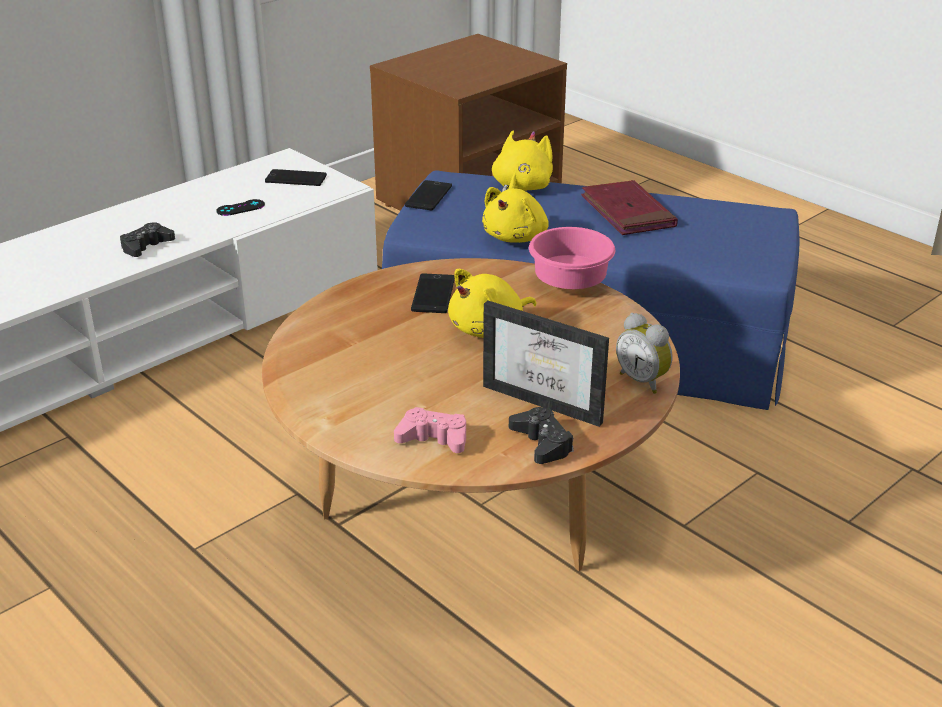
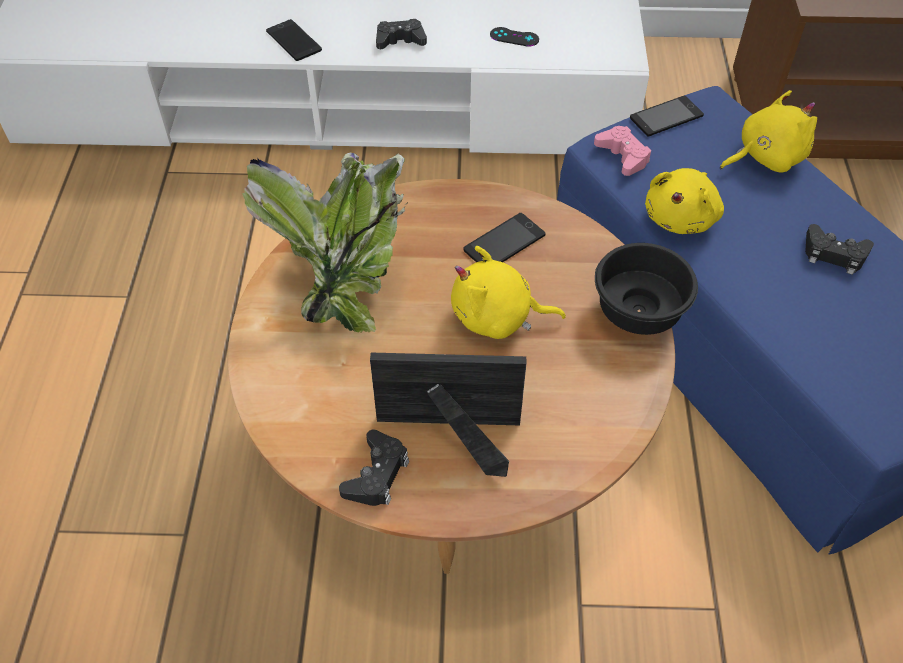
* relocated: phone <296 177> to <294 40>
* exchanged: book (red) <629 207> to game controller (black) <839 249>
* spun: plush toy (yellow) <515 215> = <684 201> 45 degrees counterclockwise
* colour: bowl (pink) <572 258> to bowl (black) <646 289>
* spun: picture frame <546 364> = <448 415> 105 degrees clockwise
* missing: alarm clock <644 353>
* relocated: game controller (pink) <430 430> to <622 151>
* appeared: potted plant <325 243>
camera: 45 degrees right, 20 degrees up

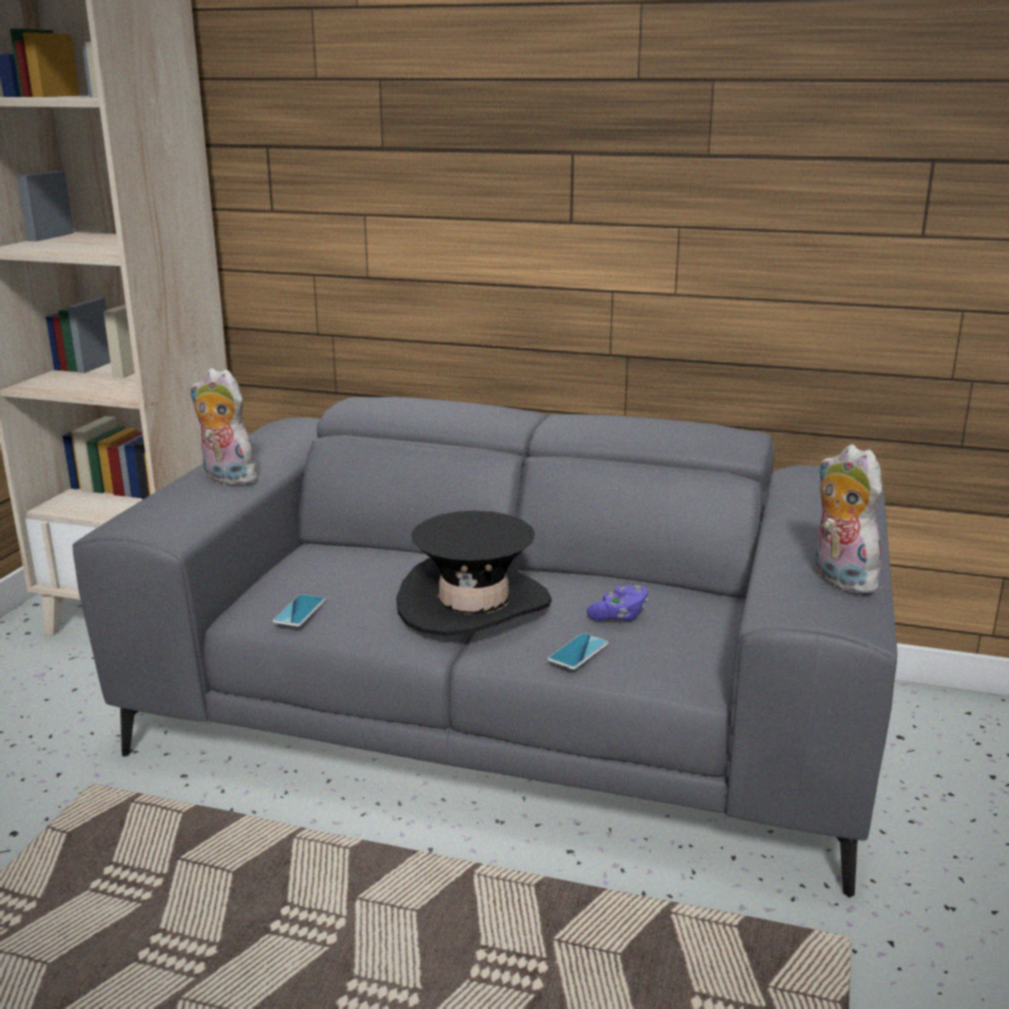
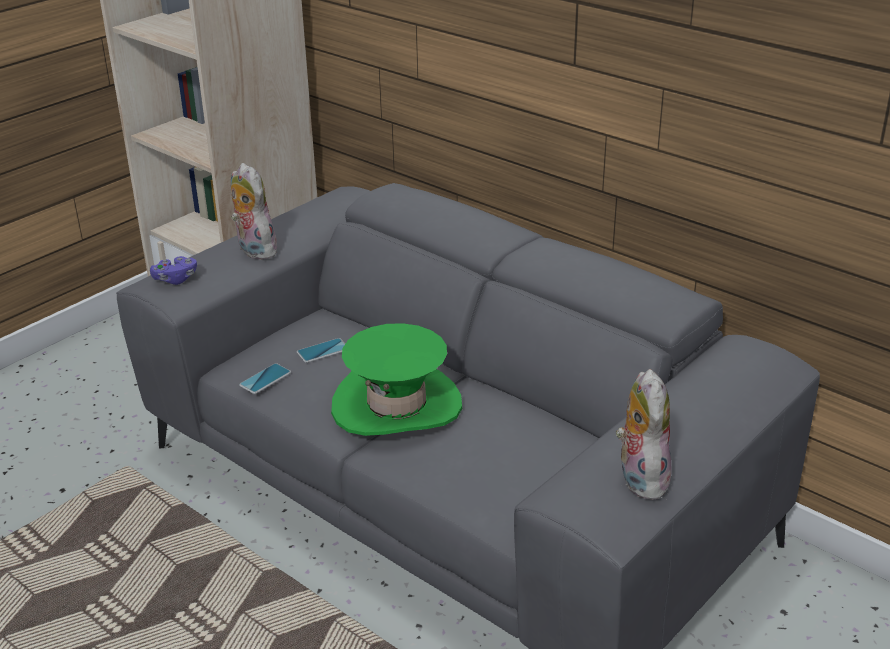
* colour: hat (black) <474 573> to hat (green) <396 379>
* relocated: game controller (purple) <617 603> to <173 270>
* relocated: phone <577 651> to <321 350>
camera: 25 degrees right, 10 degrees up

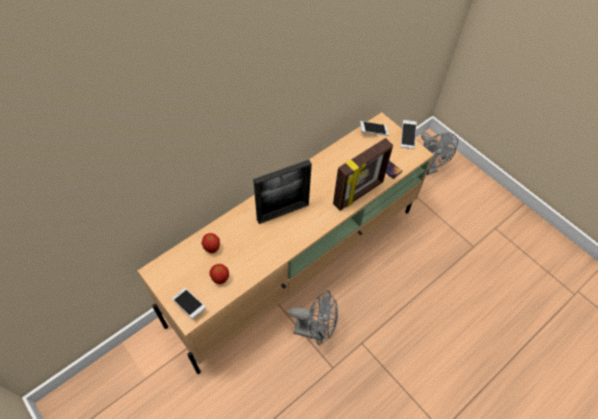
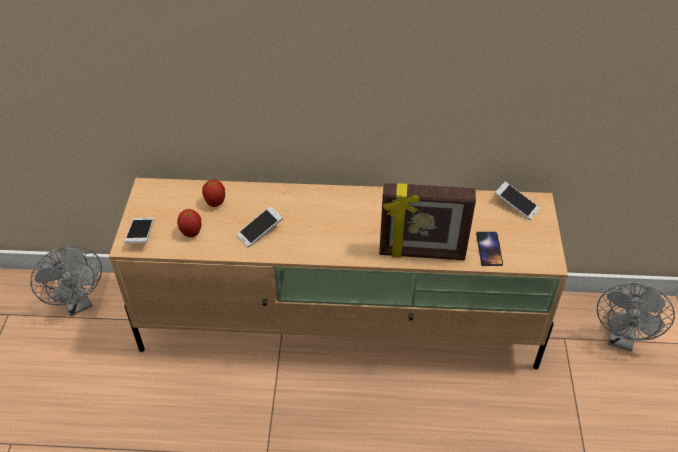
* relocated: phone <409 134> to <259 226>
* missing: picture frame <282 192>
* relocated: fan (grey) <313 317> to <66 280>
camera: 45 degrees right, 10 degrees down

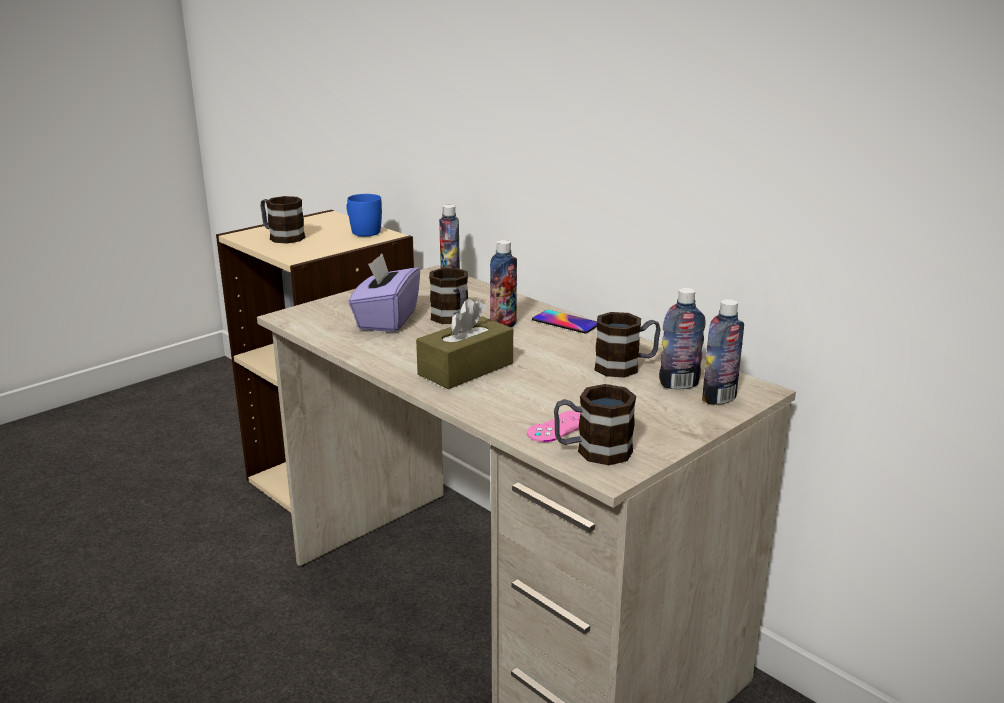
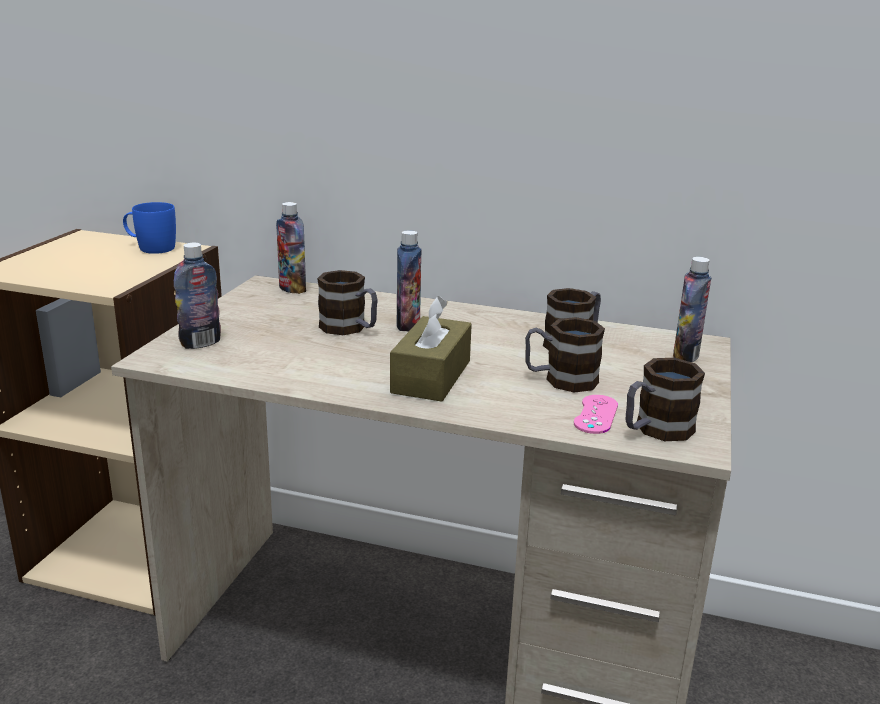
* relocated: mug <282 220> to <565 355>
* missing: tissue box (purple) <384 293>
* relocated: bottle <682 338> to <197 296>
* missing: phone <564 321>
camera: 30 degrees left, 0 degrees up

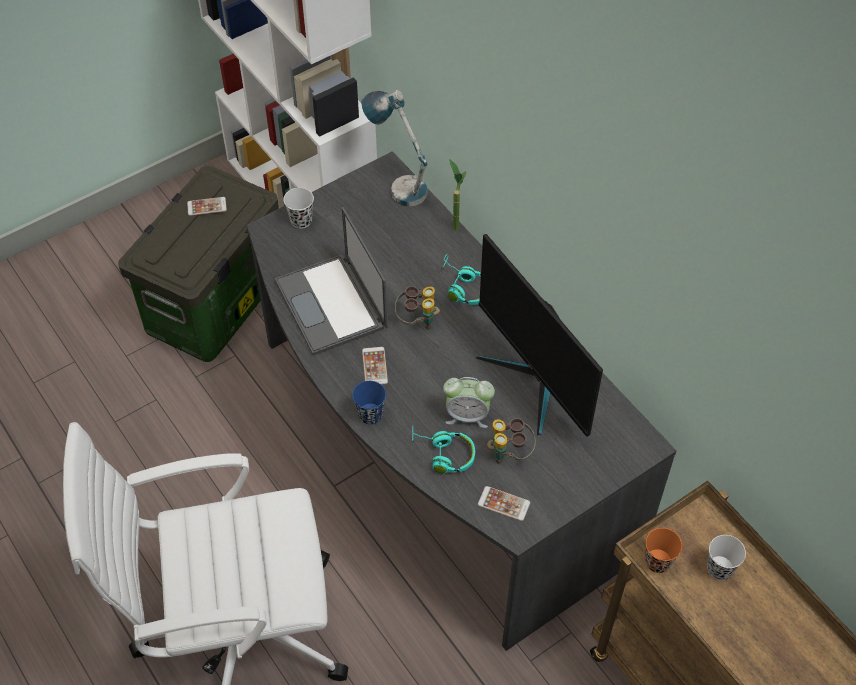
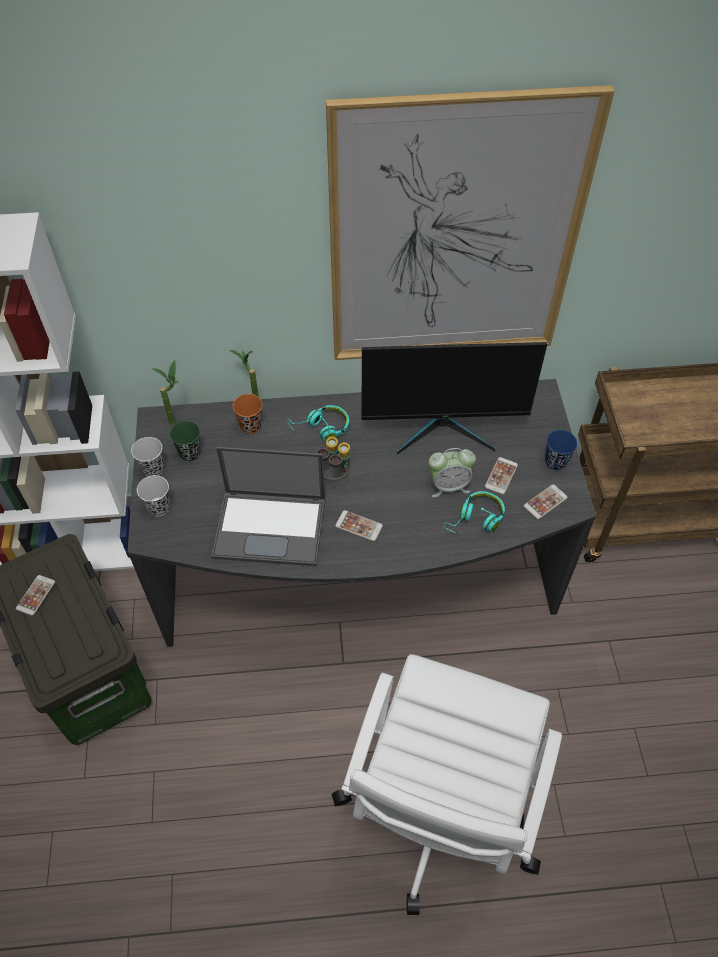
* exchanged: table lamp <394 148> to potted plant <165 392>
* spun: alarm clock <469 402> = <452 472> 45 degrees clockwise
* relocated: cup (blue) <369 402> to <561 450>
* exchanged: binoculars <511 441> to phone <501 476>
* relocated: cup (orange) <663 550> to <247 414>
* relocated: cup (white) <726 557> to <147 457>
* appeared: picture <470 222>
* appeared: cup (green) <185 441>
camera: 60 degrees left, 0 degrees up

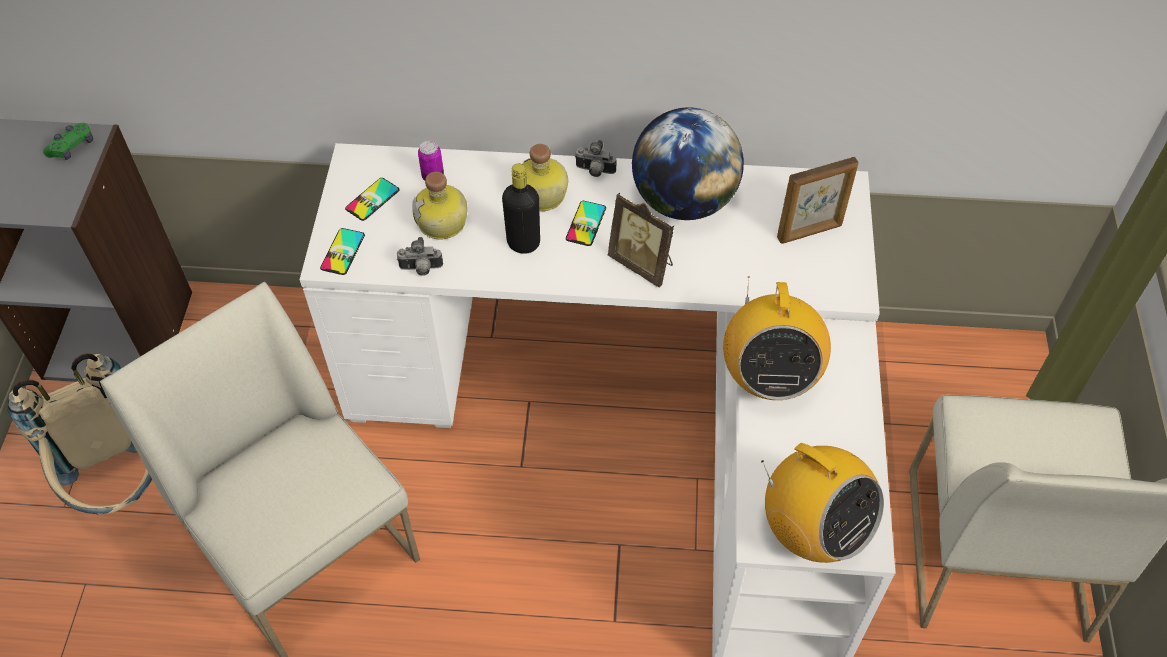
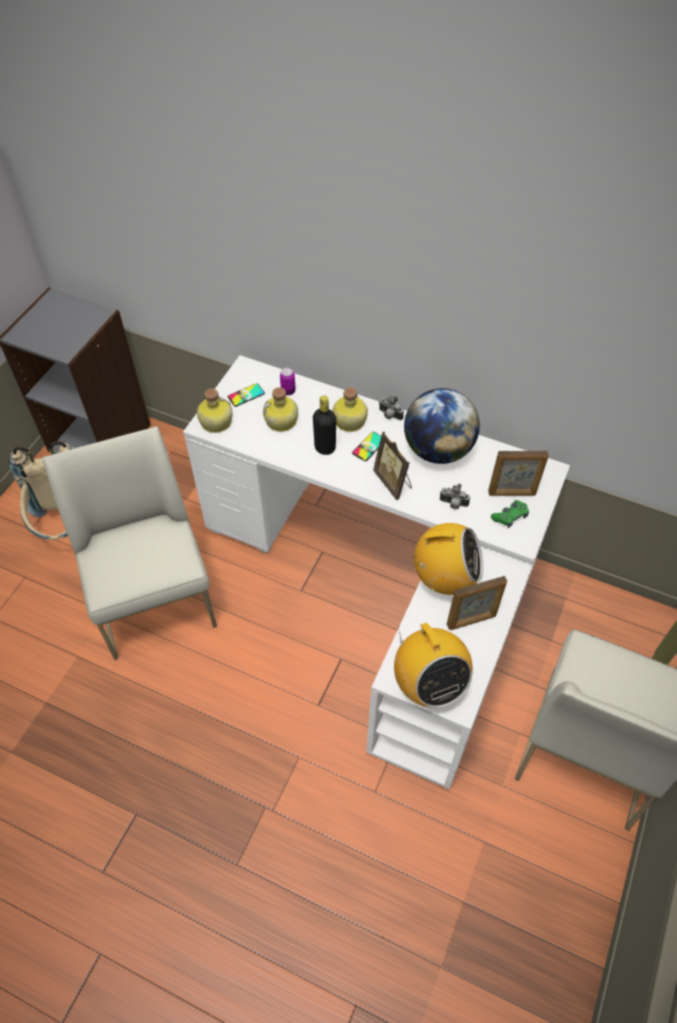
* relocated: game controller (green) <68 141> to <510 514>
* exchanged: phone <342 251> to bottle <215 410>
* relocated: photo camera <420 256> to <455 496>
* spun: radio <777 338> = <448 559> 105 degrees counterclockwise
* appeared: picture frame <477 603>
camera: 20 degrees right, 0 degrees up

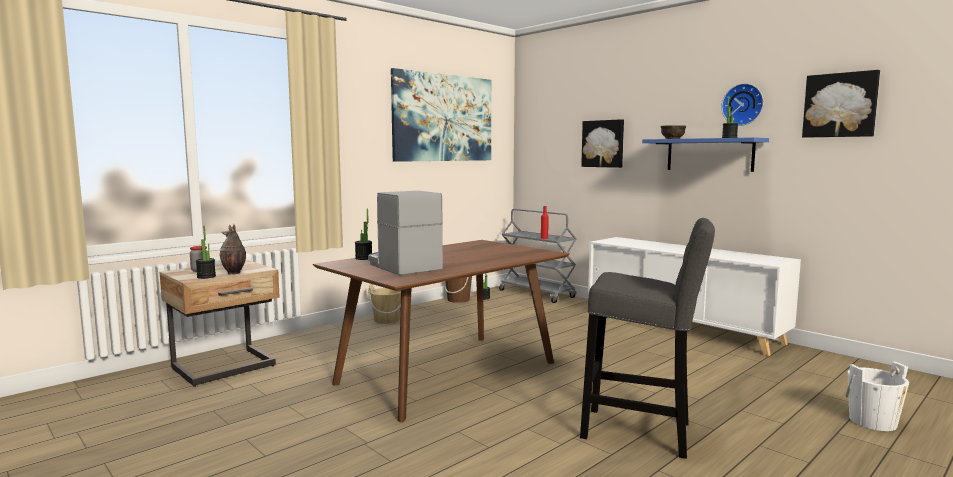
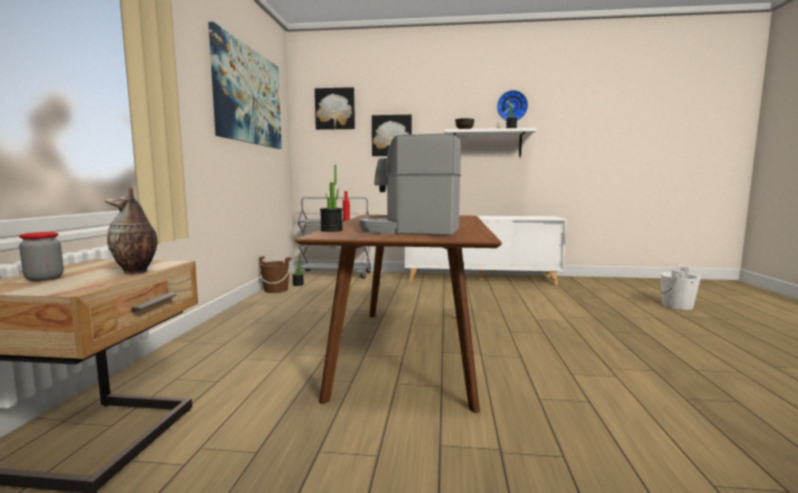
* relocated: picture <841 104> to <335 108>
* colour: shelf (blue) <705 154> to shelf (white) <490 142>
* missing: stool (grey) <647 338>
* missing: potted plant <206 252>
* missing: bucket (beige) <384 304>
camera: 40 degrees left, 0 degrees up

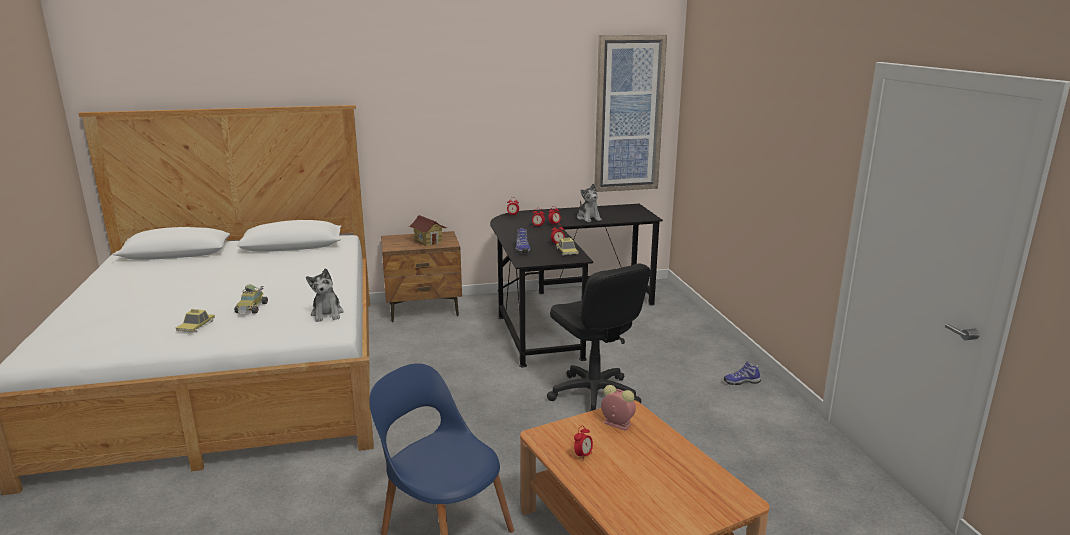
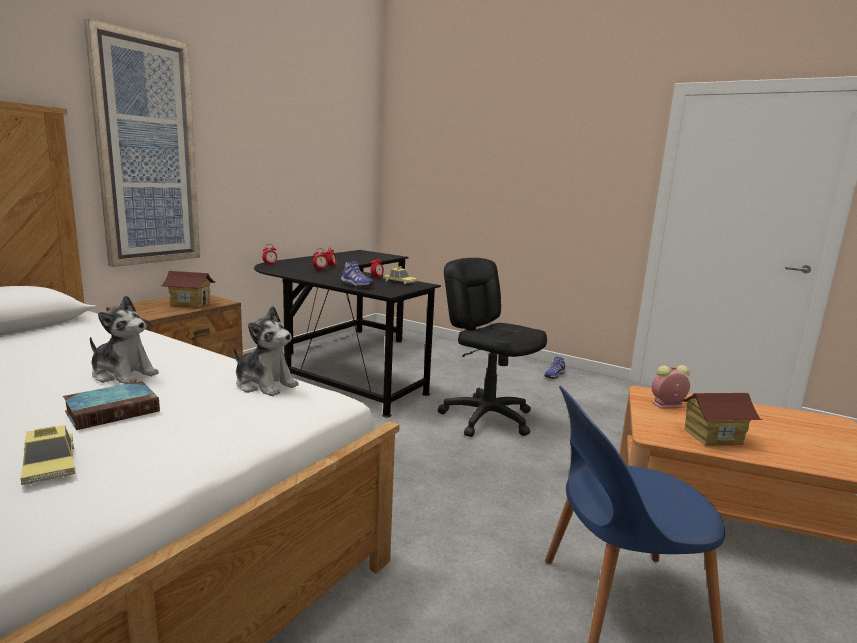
* relocated: picture <631 113> to <142 143>
* relocated: plush toy <589 203> to <124 339>
* spun: office chair (black) <599 337> = <492 347> 150 degrees counterclockwise
* exchanged: toy car <251 298> to book <111 405>
* exchanged: alarm clock <583 443> to toy house <719 419>
camera: 45 degrees left, 5 degrees down

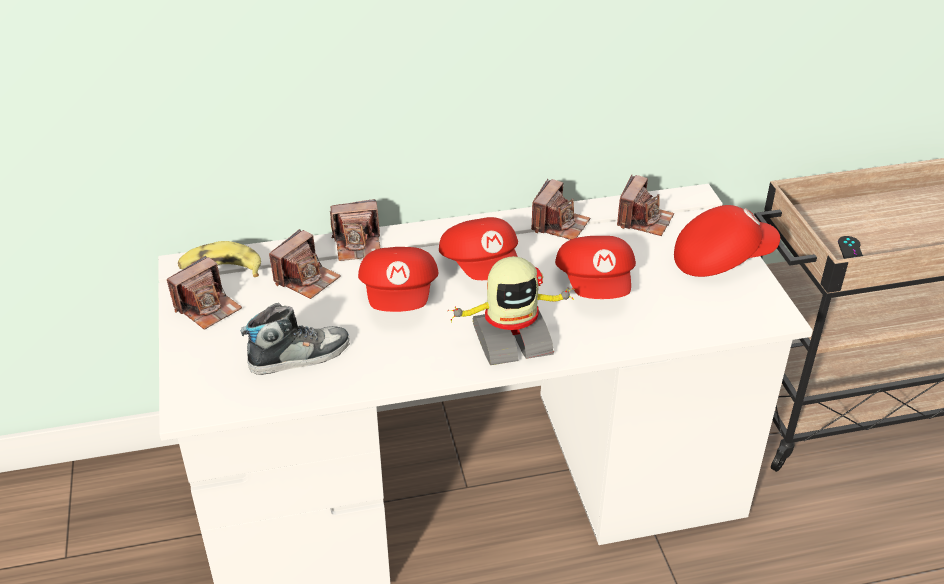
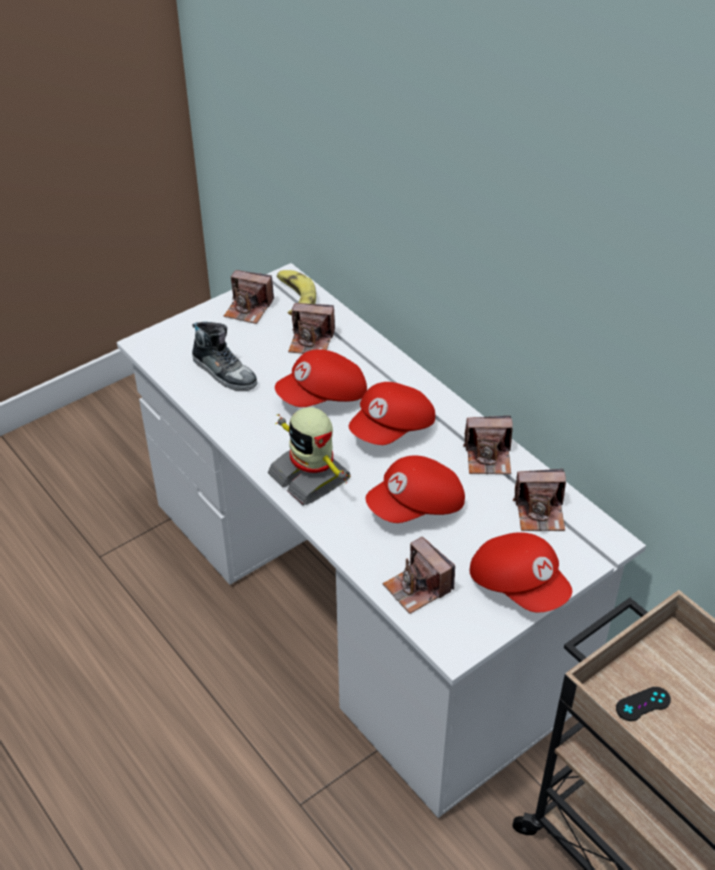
* relocated: photo camera <355 230> to <419 575>
camera: 65 degrees right, 5 degrees up

